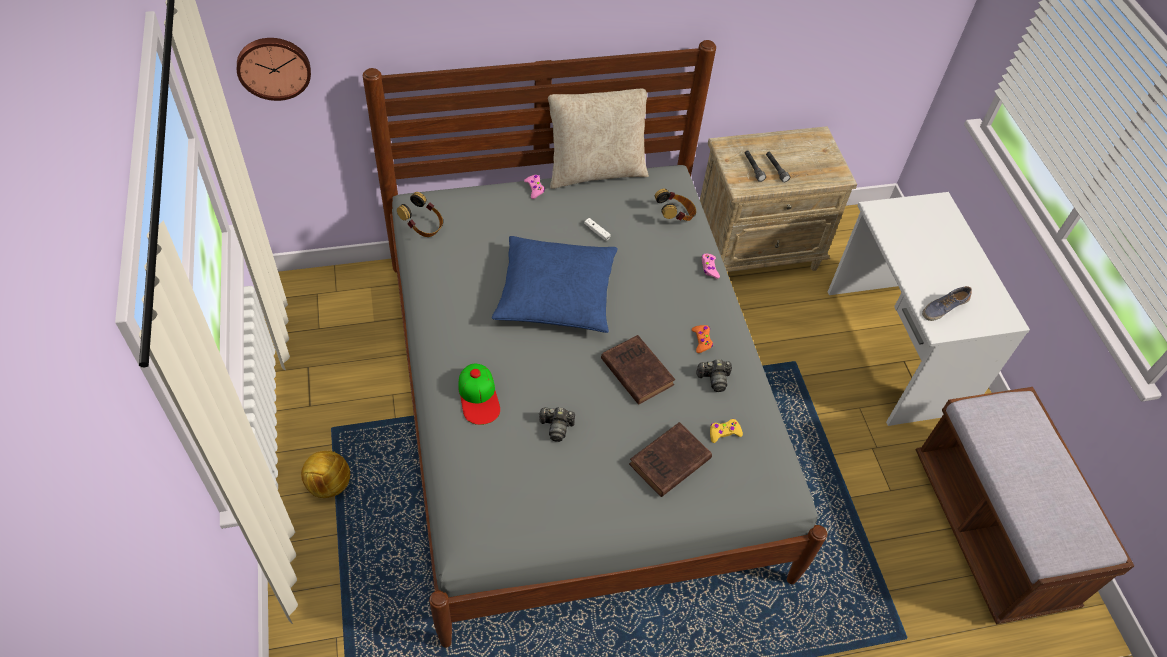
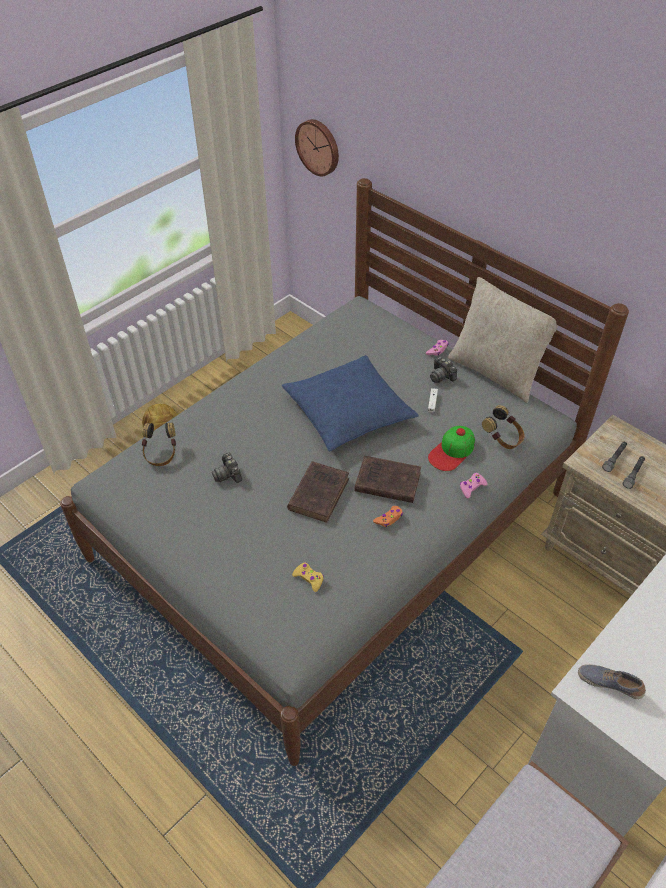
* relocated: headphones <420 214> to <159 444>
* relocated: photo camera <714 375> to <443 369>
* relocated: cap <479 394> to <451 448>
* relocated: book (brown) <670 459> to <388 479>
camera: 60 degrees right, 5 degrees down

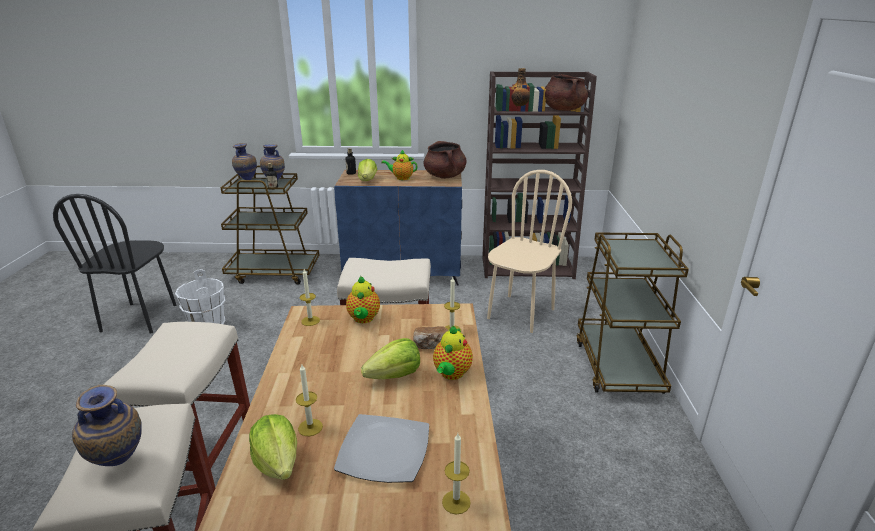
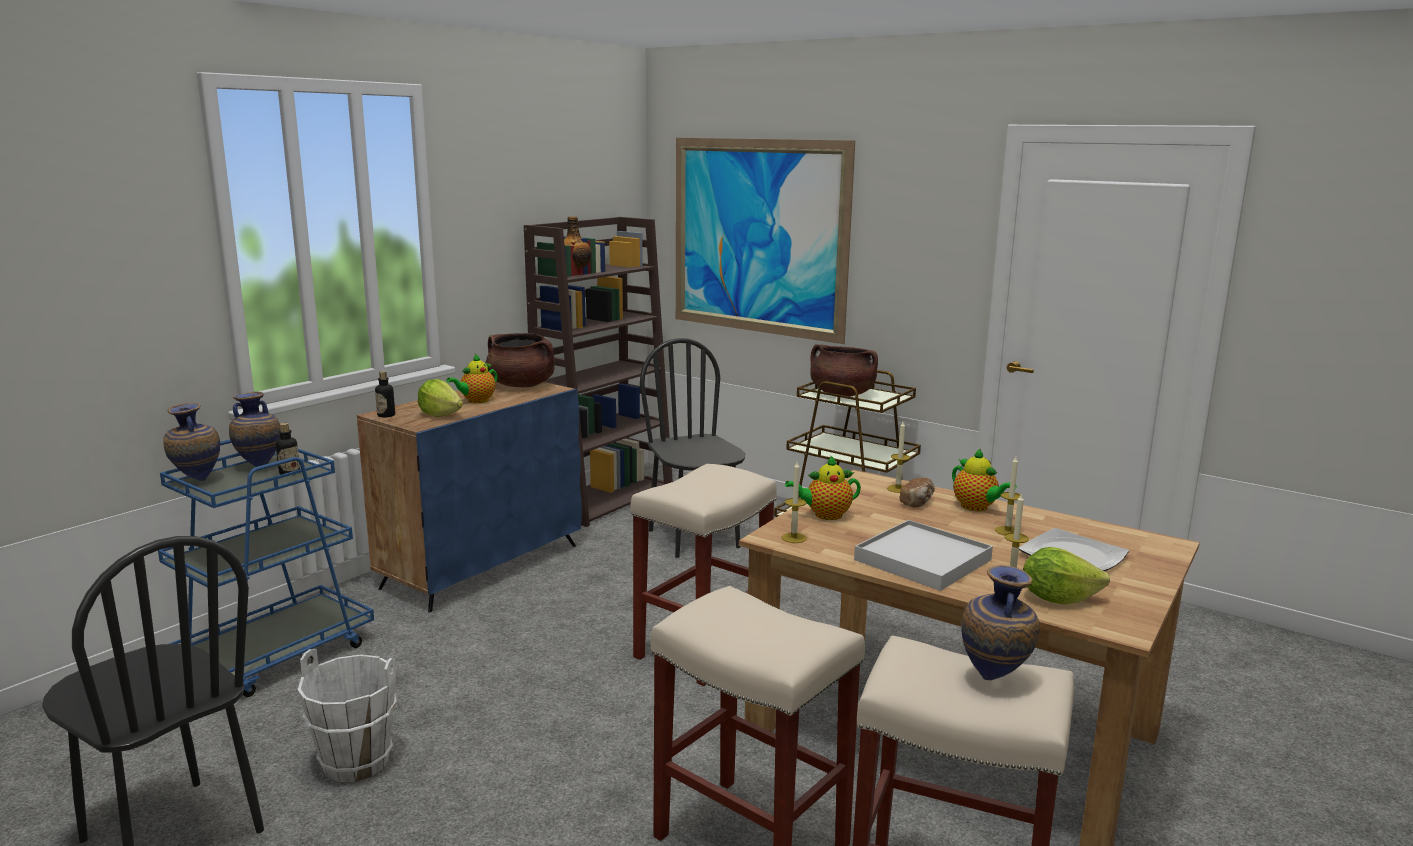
* relocated: cooking pot (brown) <566 92> to <844 370>
* colour: cart (brown) <270 225> to cart (blue) <266 568>
* colour: chair (beige) <529 251> to chair (black) <692 448>
* spun: teapot <363 299> = <823 487> 135 degrees clockwise
* missing: lettuce <390 358>
* relocated: candle <456 474> to <1009 495>
* appeared: picture <765 241>
* appeared: tray (white) <923 555>
camera: 55 degrees left, 10 degrees down

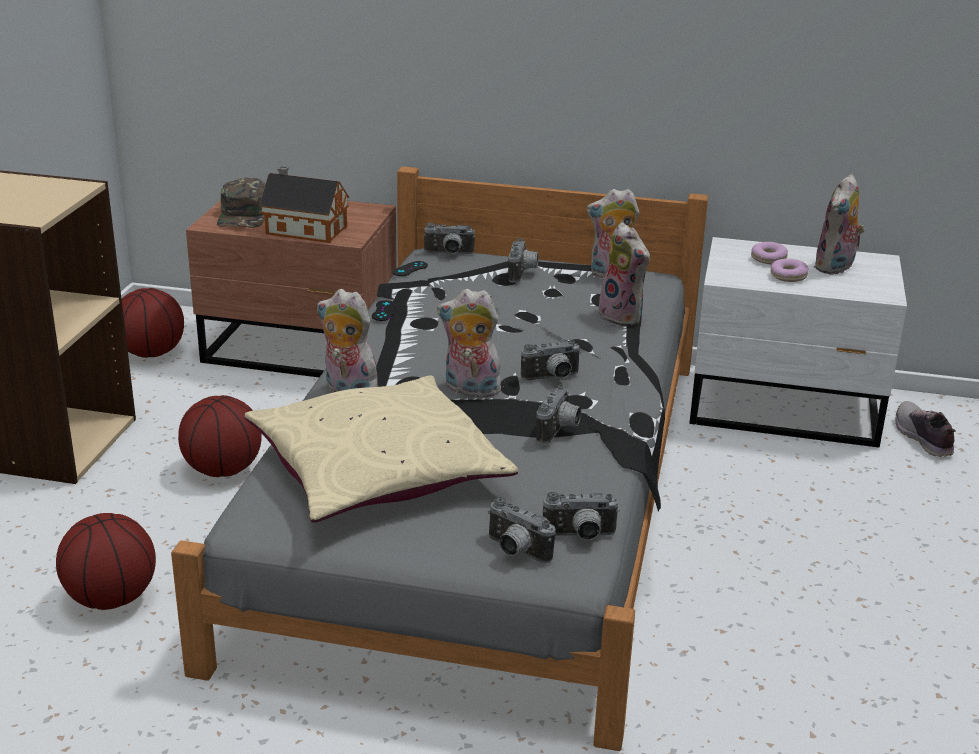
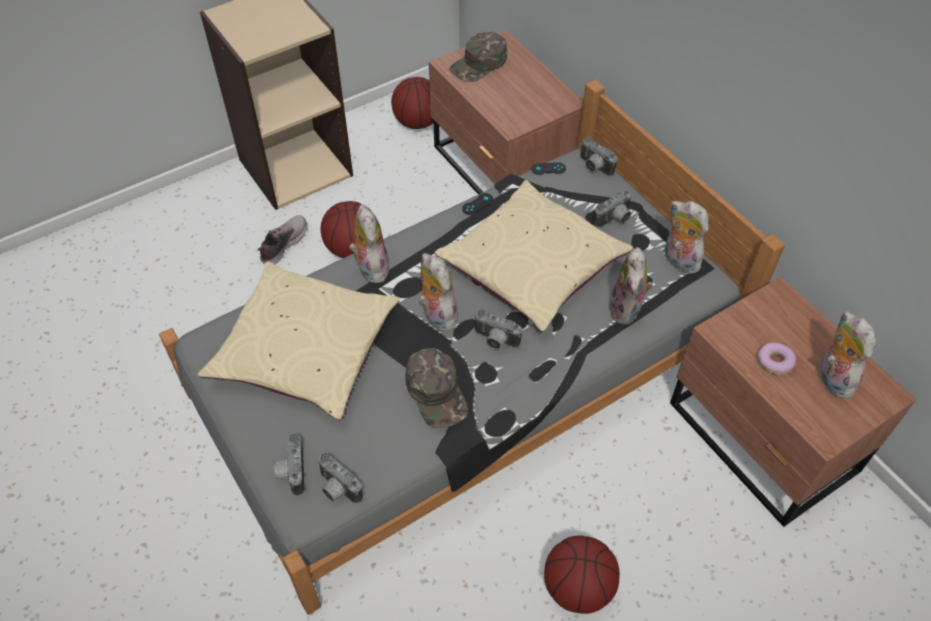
* missing: toy house <304 204>
* spun: plush toy <839 224> = <847 355> 90 degrees clockwise
* colour: nightstand (white) <798 342> to nightstand (brown) <793 402>
* missing: donut <769 253>
* exchanged: photo camera <558 414> to cap (green) <436 388>
* relocated: shoe <926 429> to <282 239>
* relocated: basketball <106 561> to <582 574>
* appeared: pillow (beige) <533 256>
camera: 45 degrees right, 25 degrees up

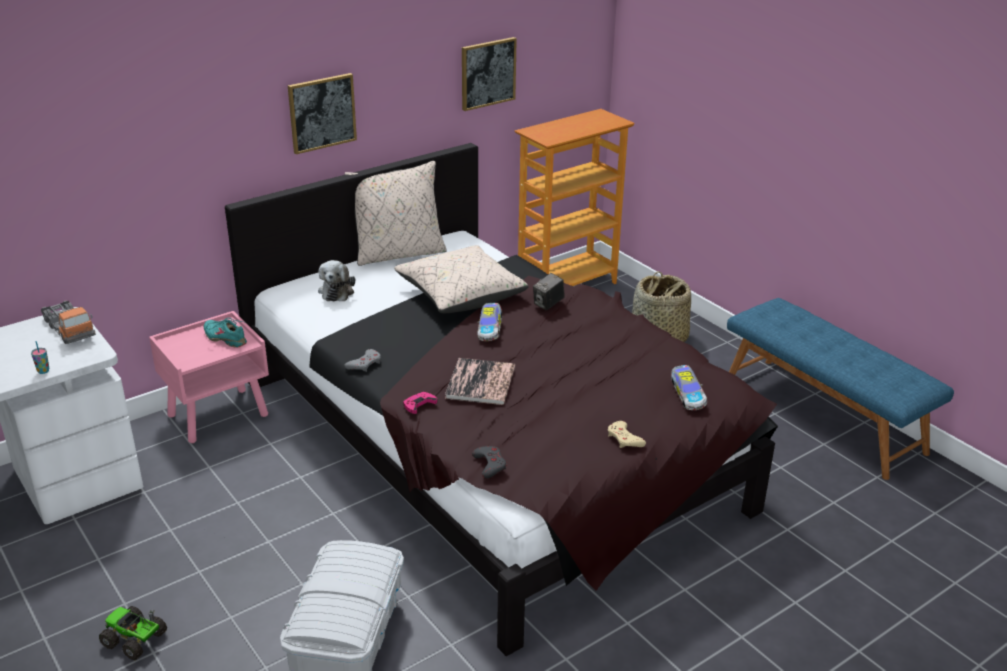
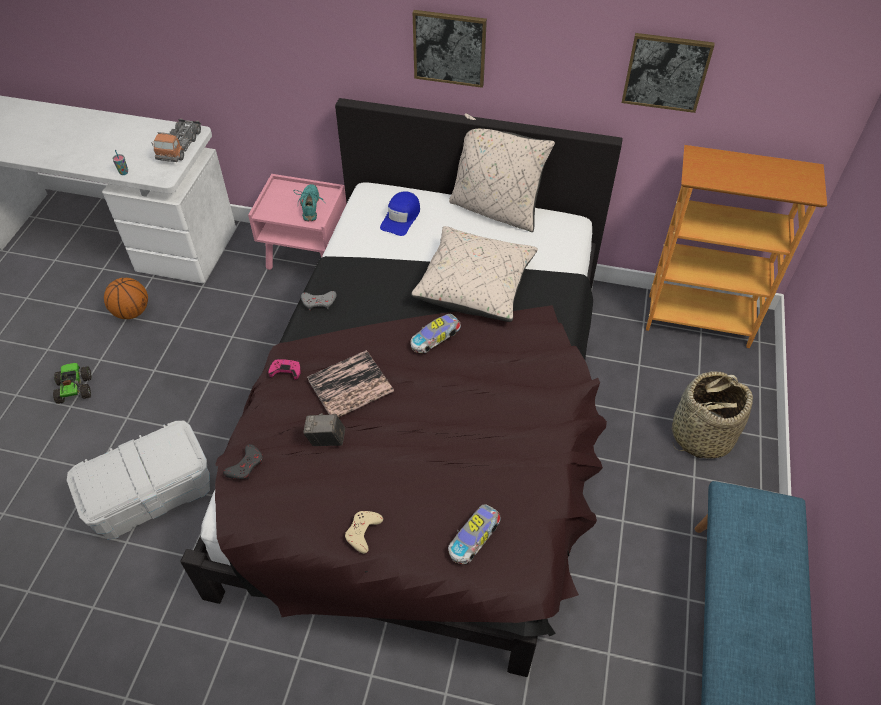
* exchanged: plush toy <336 280> to cap (blue) <400 213>
* relocated: photo camera <549 291> to <324 429>
* appeared: basketball <126 298>
camera: 50 degrees right, 20 degrees up

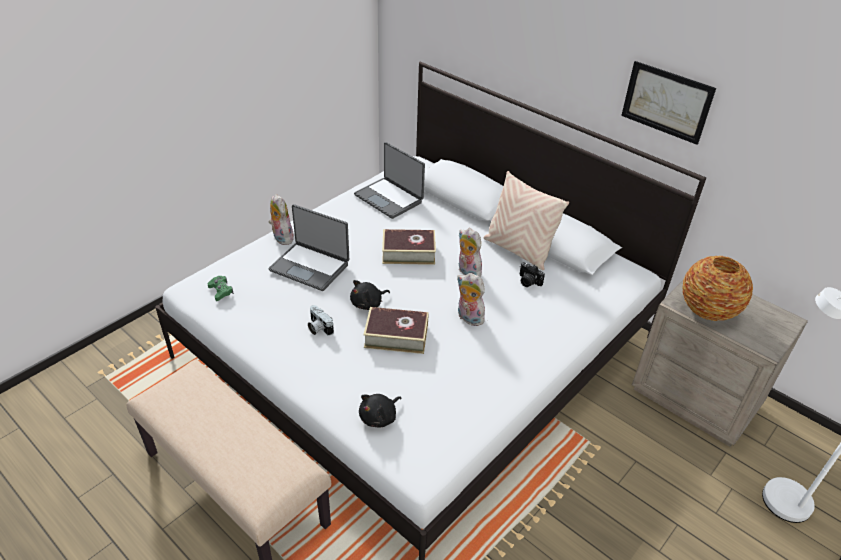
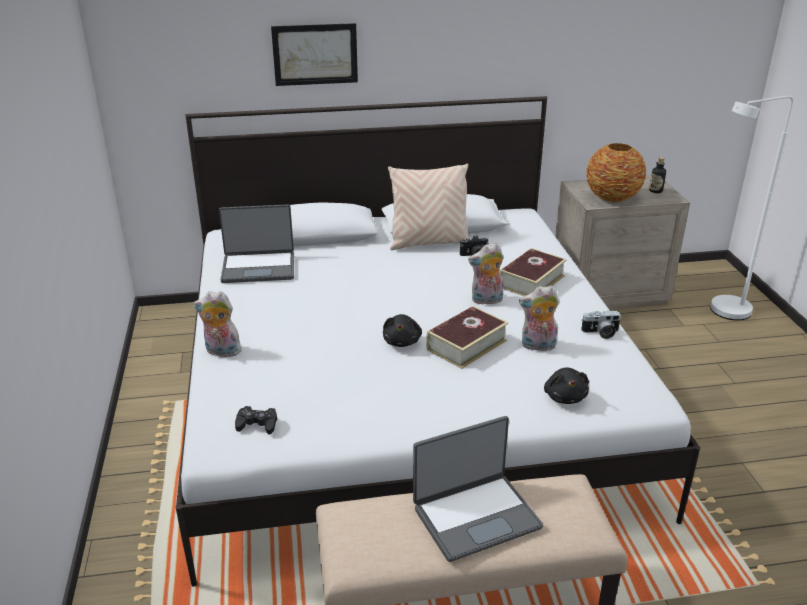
* relocated: picture <668 103> to <314 54>
* relocated: laptop <309 247> to <478 489>
* relocated: plush toy <470 252> to <539 318>
* relocated: book <409 247> to <533 272>
* colour: game controller (green) <221 288> to game controller (black) <256 420>
* relocated: photo camera <321 320> to <601 324>
* appeared: bottle <657 175>
camera: 50 degrees left, 10 degrees down

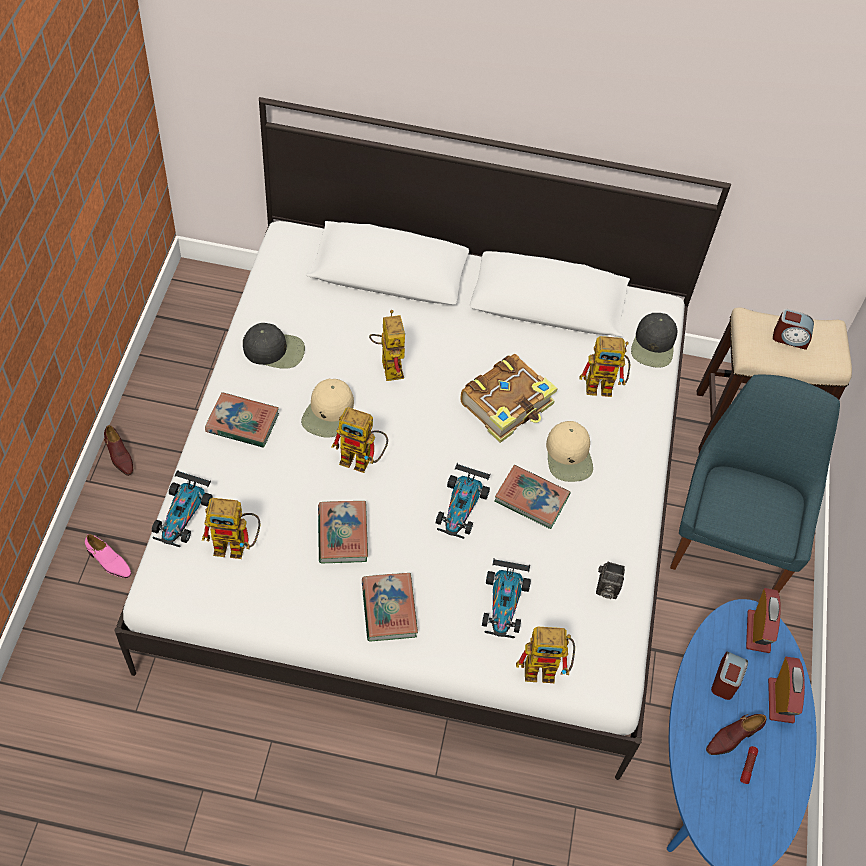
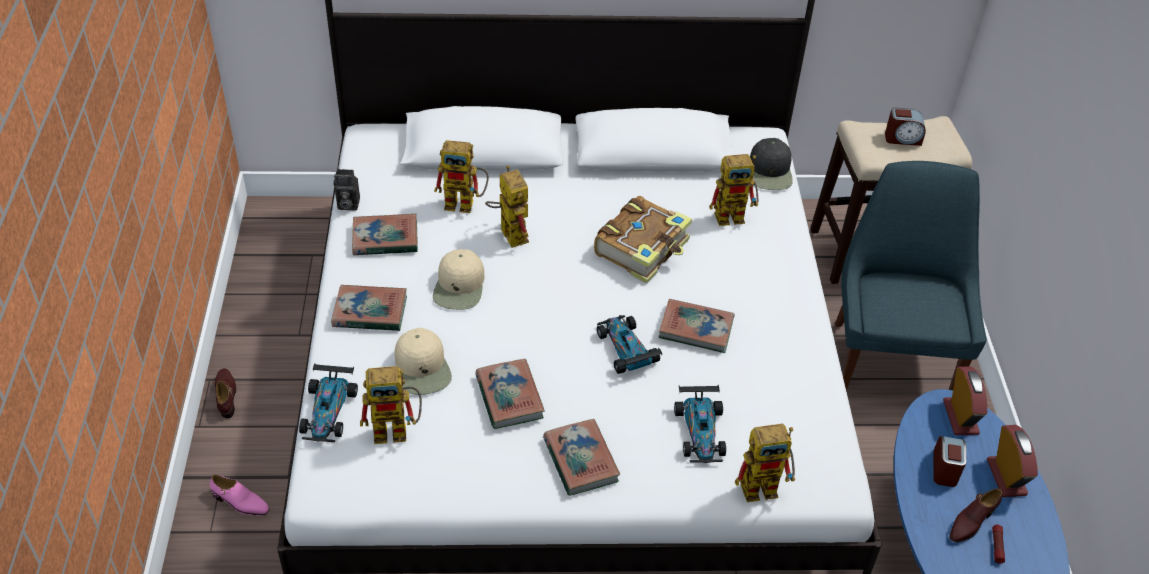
* exchanged: cap (black) <274 346> to book <385 234>
* relocated: toy robot <360 440> to <461 176>
* relocated: cap (beige) <569 451> to <423 361>
* spun: shoe (brown) <118 450> = <226 393> 150 degrees counterclockwise
* spun: toy car <463 501> = <629 344> 150 degrees clockwise
* relocated: photo camera <610 580> to <347 190>
camera: 10 degrees left, 10 degrees down

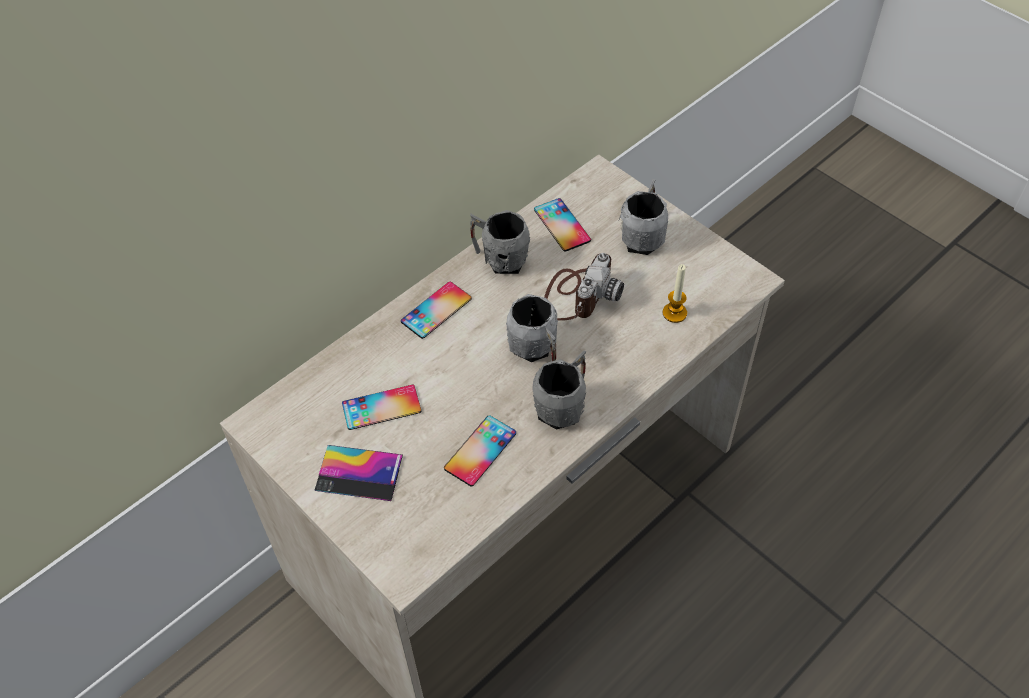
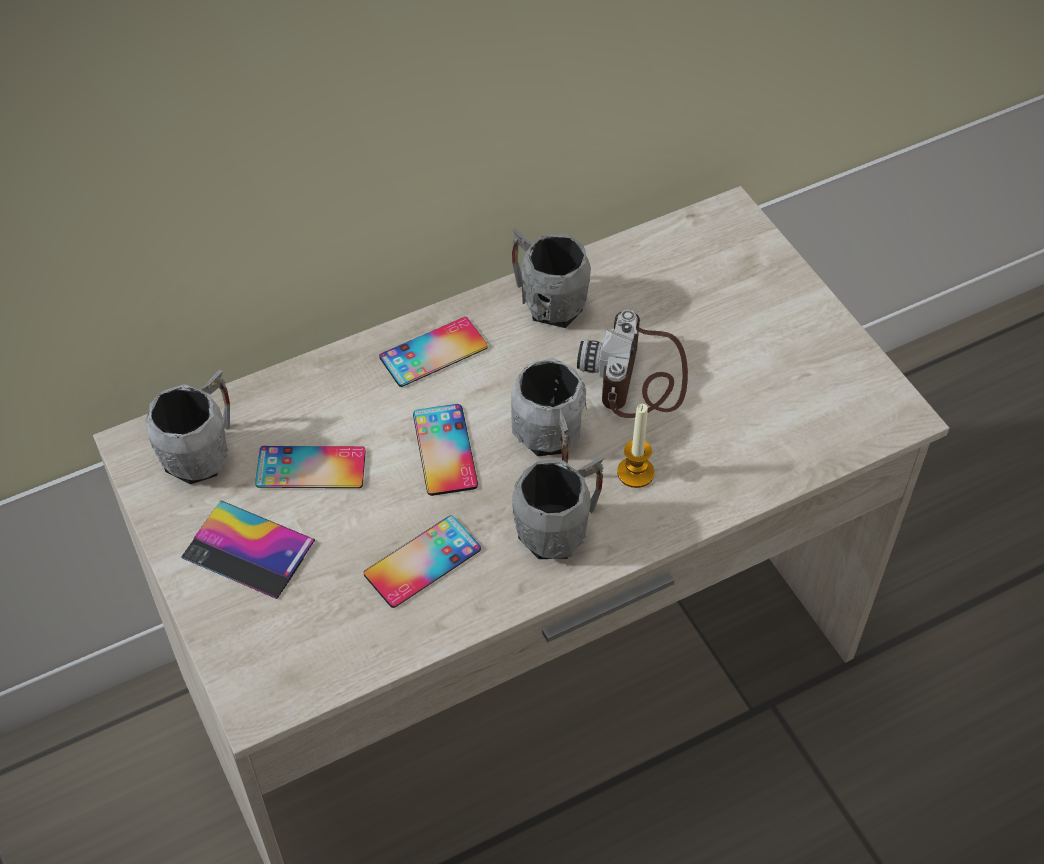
* relocated: mug (grey) <643 217> to <187 427>
* relocated: phone <562 225> to <445 450>
* spun: photo camera <584 287> = <632 363> 150 degrees clockwise
* relocated: candle <675 293> to <635 446>
camera: 15 degrees right, 0 degrees up

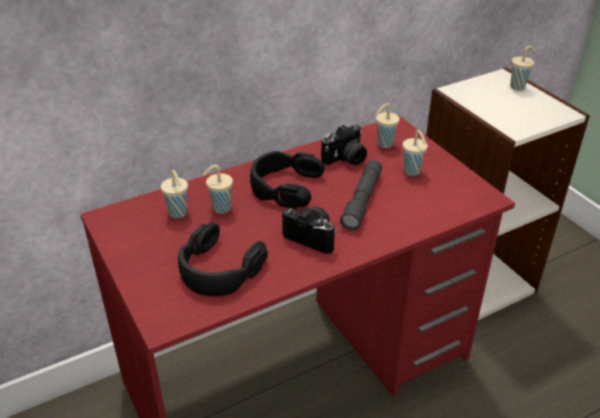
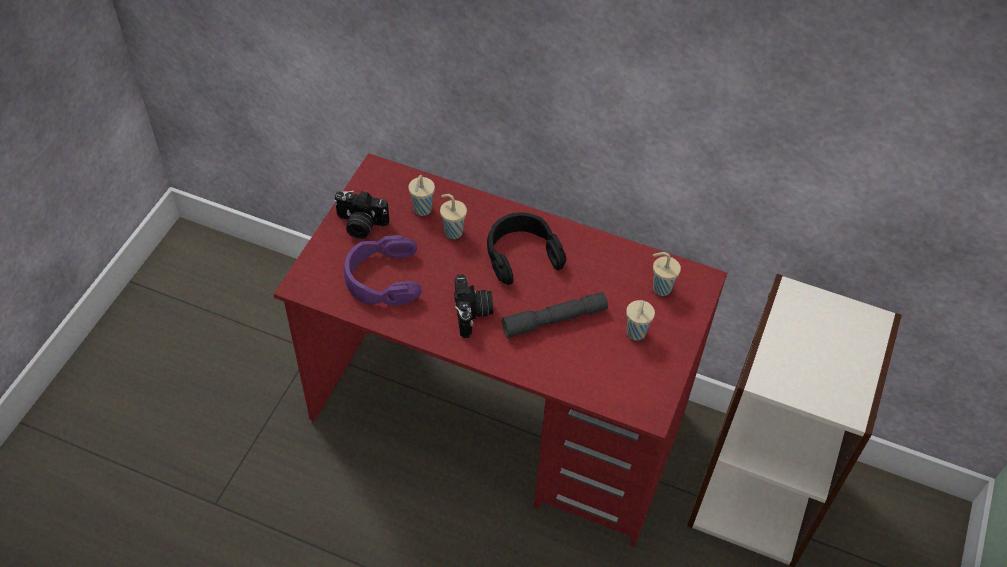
* missing: cup (beige) <523 68>
* relocated: photo camera <344 145> to <361 215>
* colour: headphones (black) <223 259> to headphones (purple) <383 270>
camera: 50 degrees right, 15 degrees up

